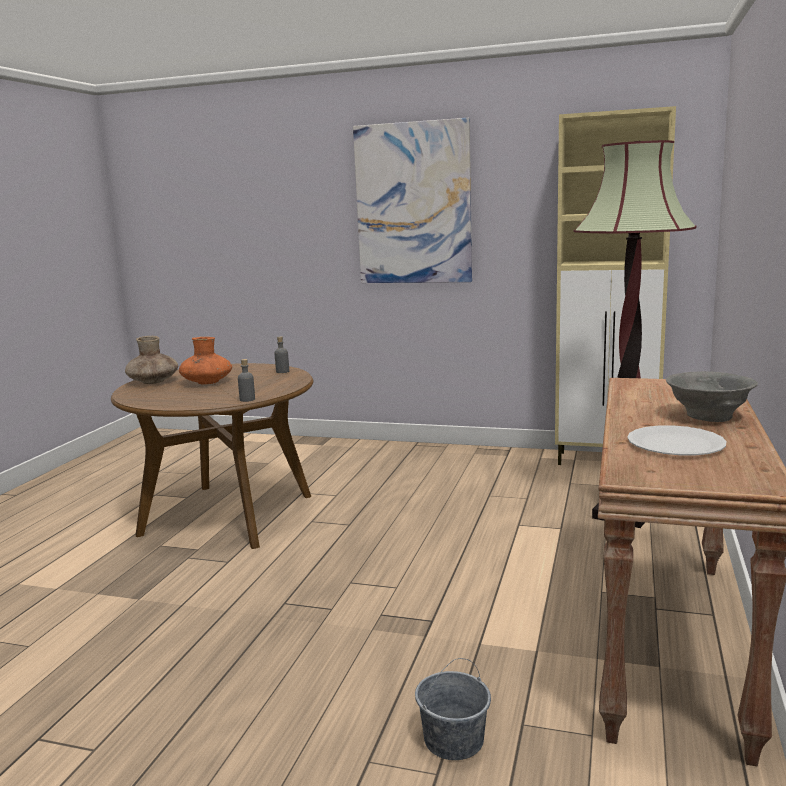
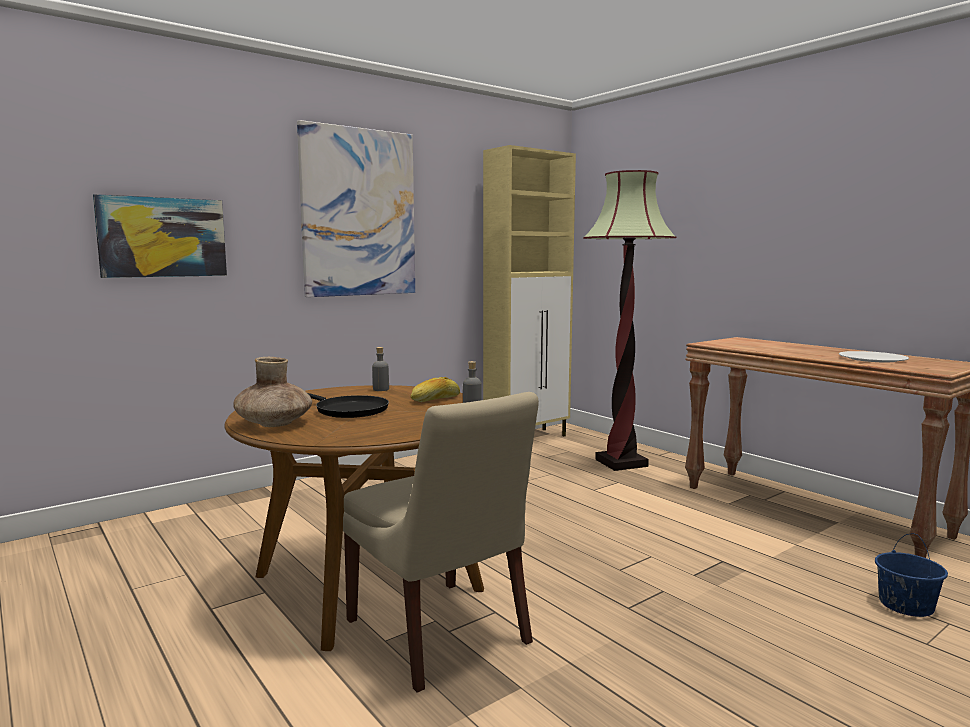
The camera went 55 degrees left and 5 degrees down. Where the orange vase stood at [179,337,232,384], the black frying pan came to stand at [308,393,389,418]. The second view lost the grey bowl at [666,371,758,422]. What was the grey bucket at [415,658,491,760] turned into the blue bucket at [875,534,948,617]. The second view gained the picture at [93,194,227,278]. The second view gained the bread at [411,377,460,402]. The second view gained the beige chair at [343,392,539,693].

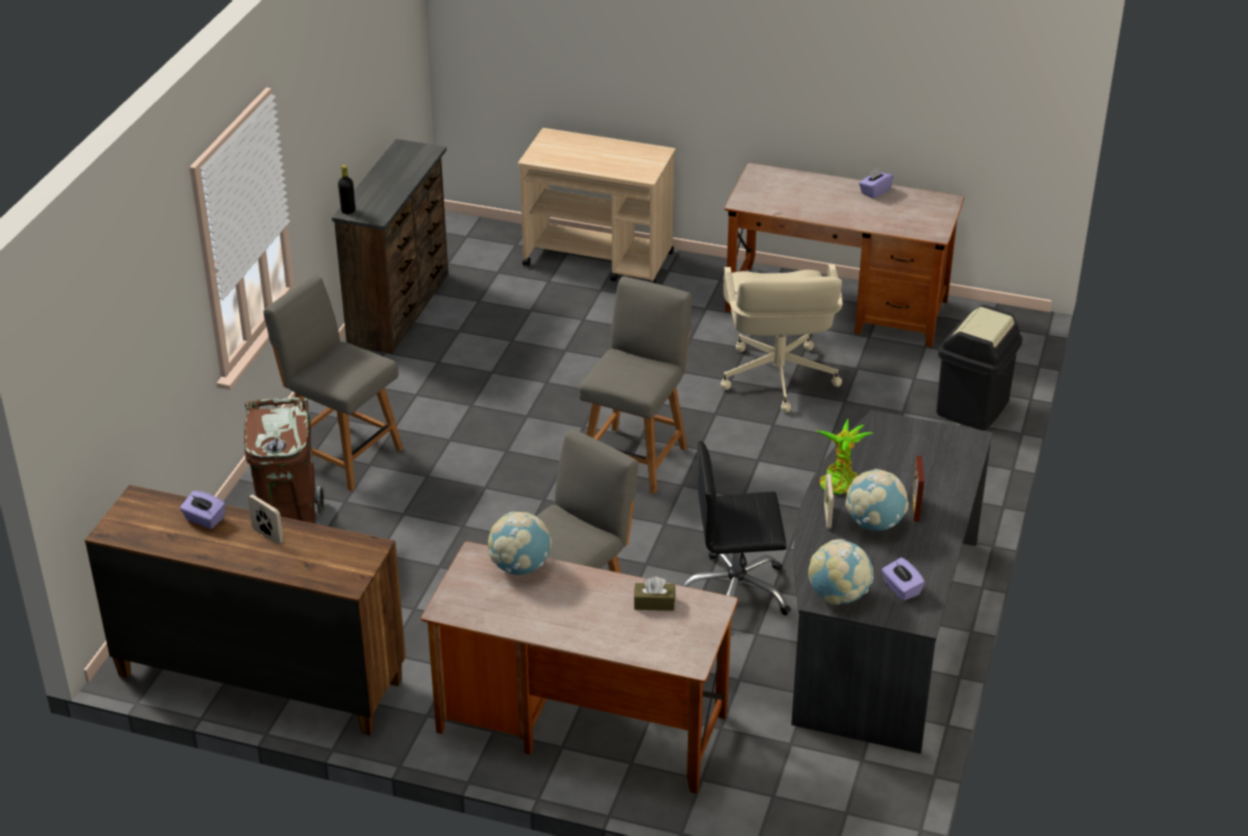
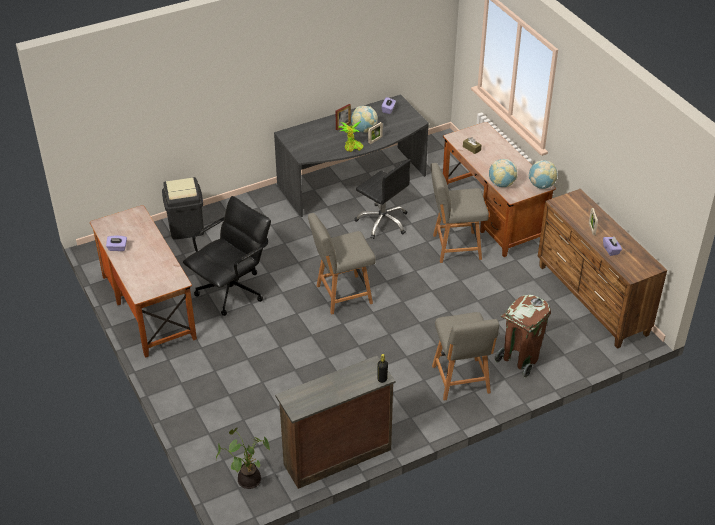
The camera went 135 degrees left and 5 degrees up. The second view lost the beige cart at [518,128,676,283]. What was the beige office chair at [721,264,843,413] turned into the black office chair at [183,196,271,316]. The globe ended up elsewhere, having gone from [808,539,873,605] to [529,160,558,189]. The second view gained the potted plant at [216,428,270,489].

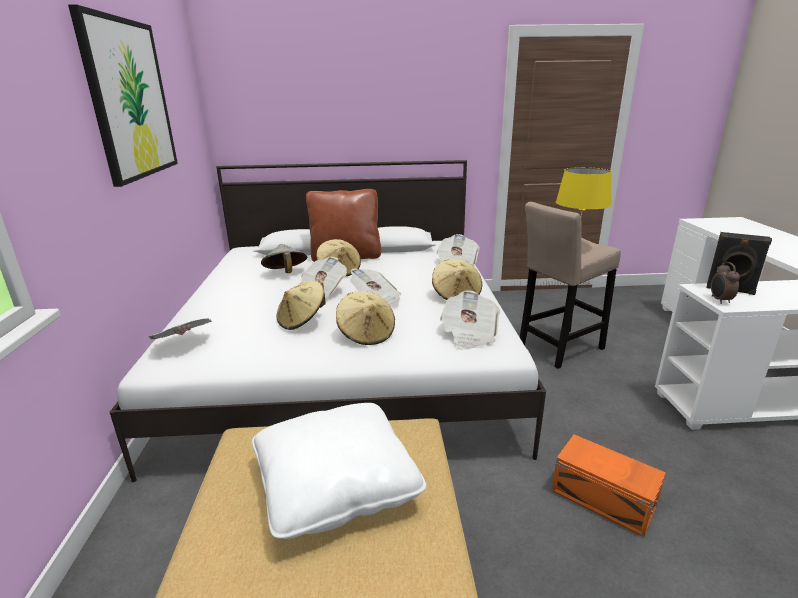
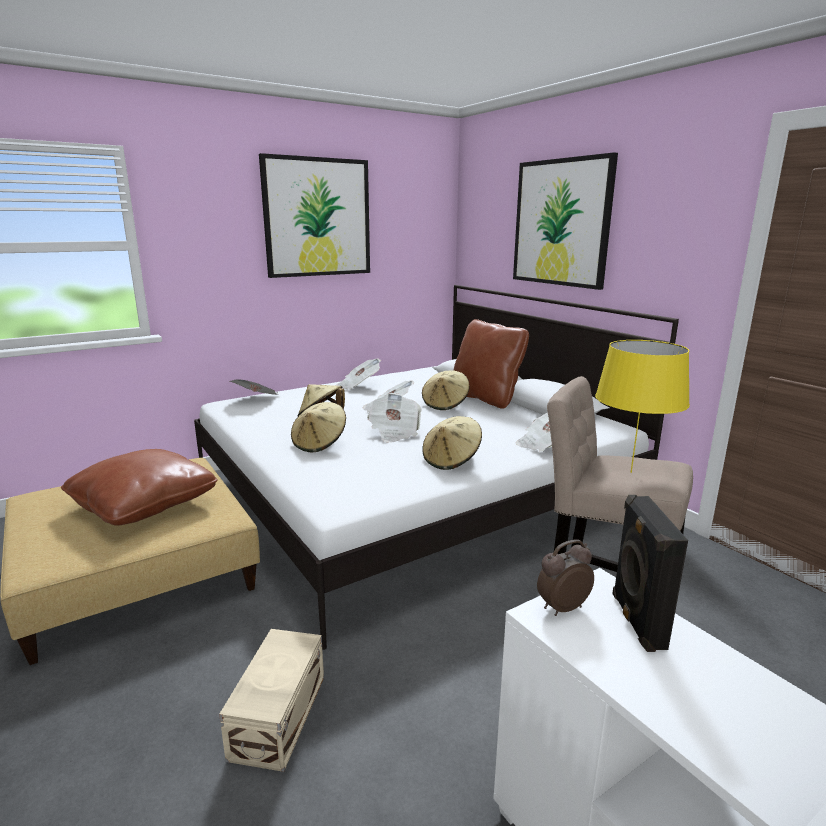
The camera went 60 degrees right and 5 degrees down. The second view lost the grey hat at [261,244,307,273]. The newspaper ended up elsewhere, having gone from [440,291,500,350] to [336,359,381,389]. What was the white pillow at [252,403,426,539] turned into the brown pillow at [61,449,218,526]. What was the orange storage box at [552,434,666,537] turned into the beige storage box at [219,629,324,772]. The second view gained the picture at [513,152,618,290].

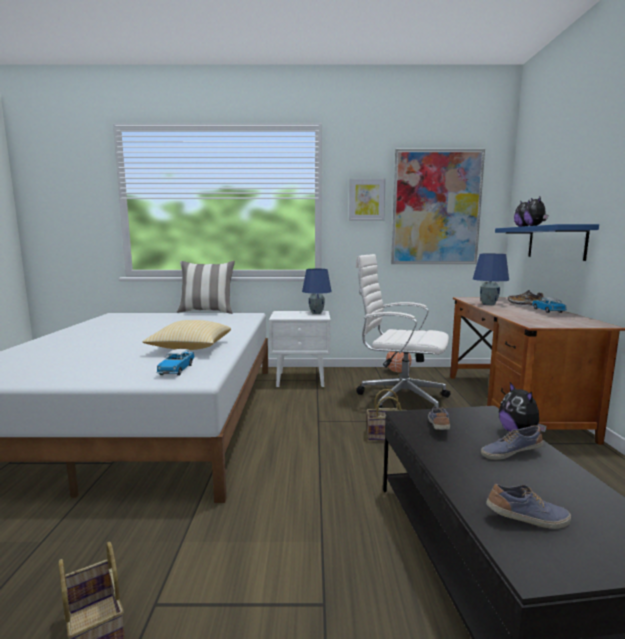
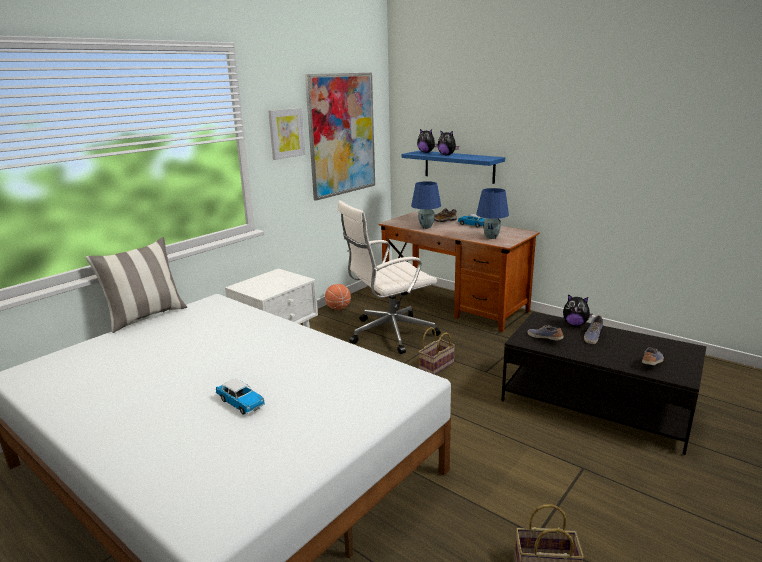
The camera went 50 degrees left and 10 degrees up. The blue table lamp ended up elsewhere, having gone from [302,269,332,314] to [476,188,509,239]. The second view lost the pillow at [143,320,231,350]. The toy car ended up elsewhere, having gone from [156,349,195,375] to [216,379,265,415].

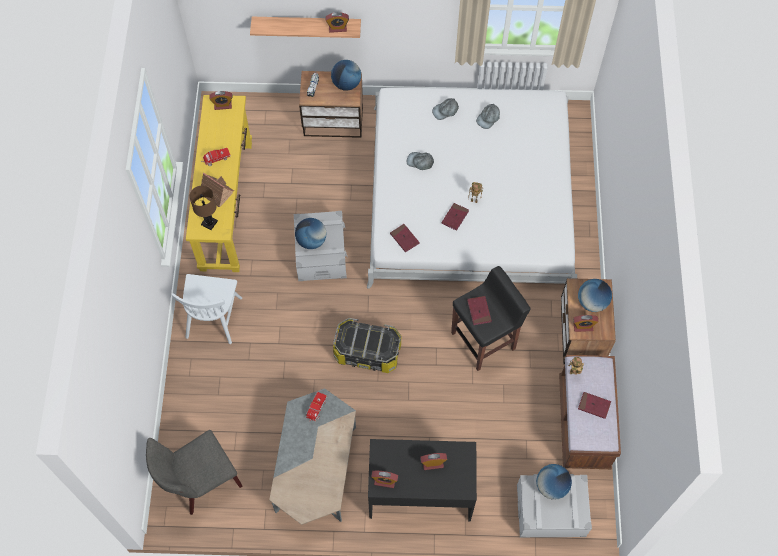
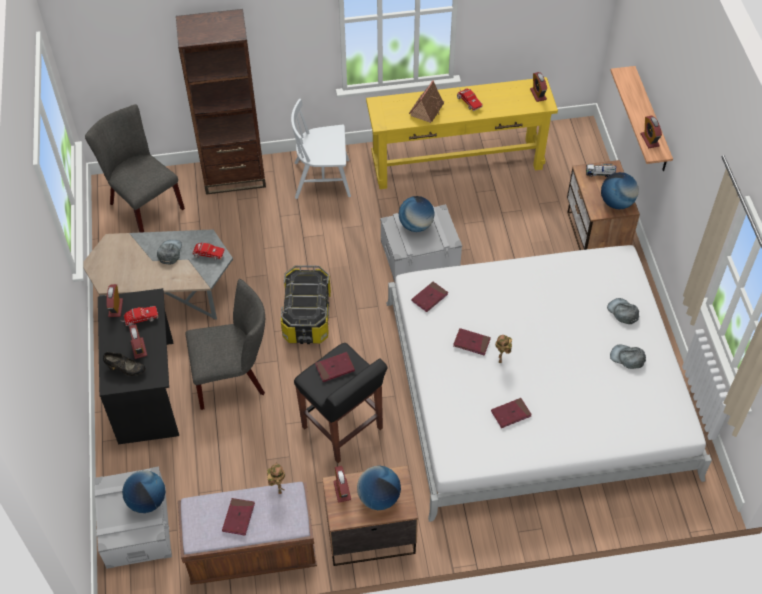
The camera went 80 degrees right and 10 degrees down. The grey cap ended up elsewhere, having gone from [406,152,434,170] to [157,240,182,265]. The second view lost the brown table lamp at [189,186,218,230]. The second view gained the brown bookcase at [176,9,266,195]. The second view gained the grey chair at [186,279,265,410]. The second view gained the toy truck at [121,306,159,326]. The second view gained the black shoe at [103,352,146,376]. The second view gained the red book at [491,398,532,428].

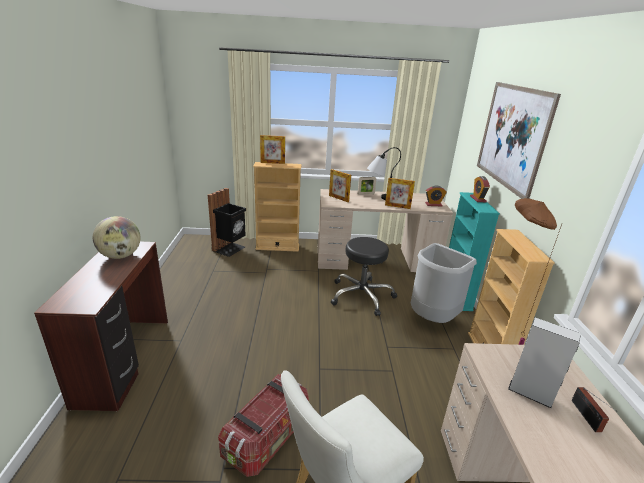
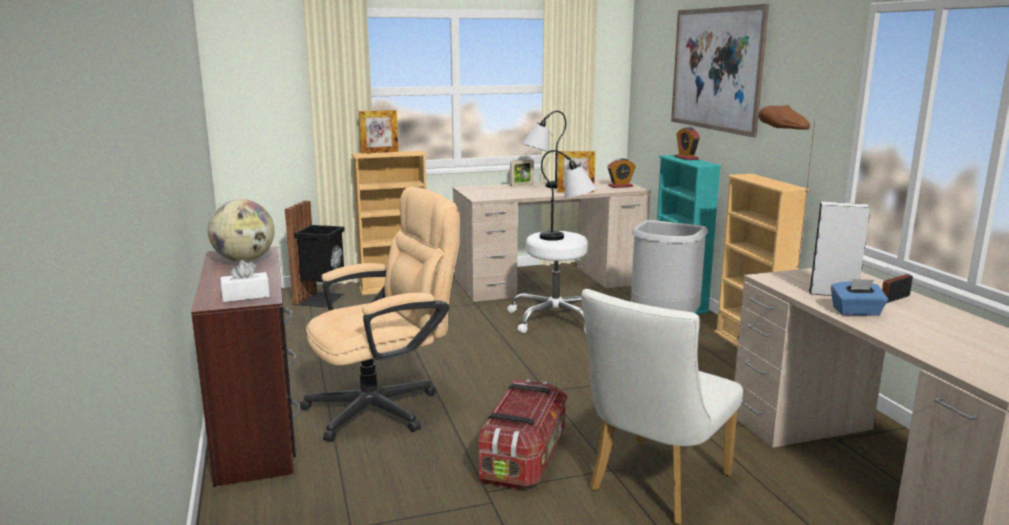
The camera went 15 degrees left and 10 degrees down. The second view lost the picture frame at [329,169,351,202]. What was the black stool at [331,237,397,316] turned into the white stool at [507,231,588,334]. The radio at [572,387,617,432] ended up facing another way, 75 degrees clockwise from before. The second view gained the table lamp at [540,150,597,241]. The second view gained the beige office chair at [300,187,460,442]. The second view gained the white tissue box at [220,260,270,302]. The second view gained the blue tissue box at [831,279,888,316].

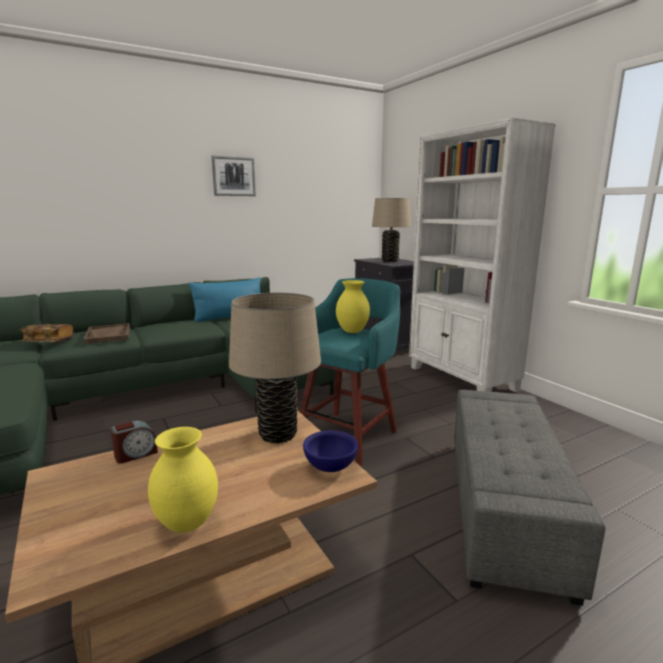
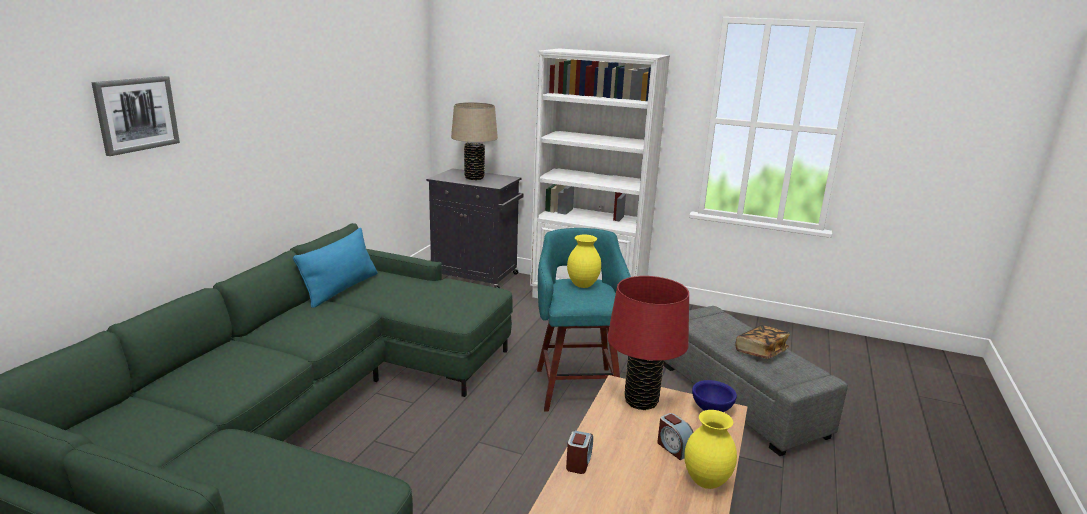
The camera went 40 degrees left and 5 degrees up. The picture ended up elsewhere, having gone from [212,155,256,196] to [91,76,180,156]. What was the beige table lamp at [229,293,321,443] turned into the red table lamp at [607,276,689,410]. The second view lost the brown tray at [83,323,130,344]. The book ended up elsewhere, having gone from [20,324,73,342] to [736,325,790,359]. The second view gained the alarm clock at [657,413,693,460].

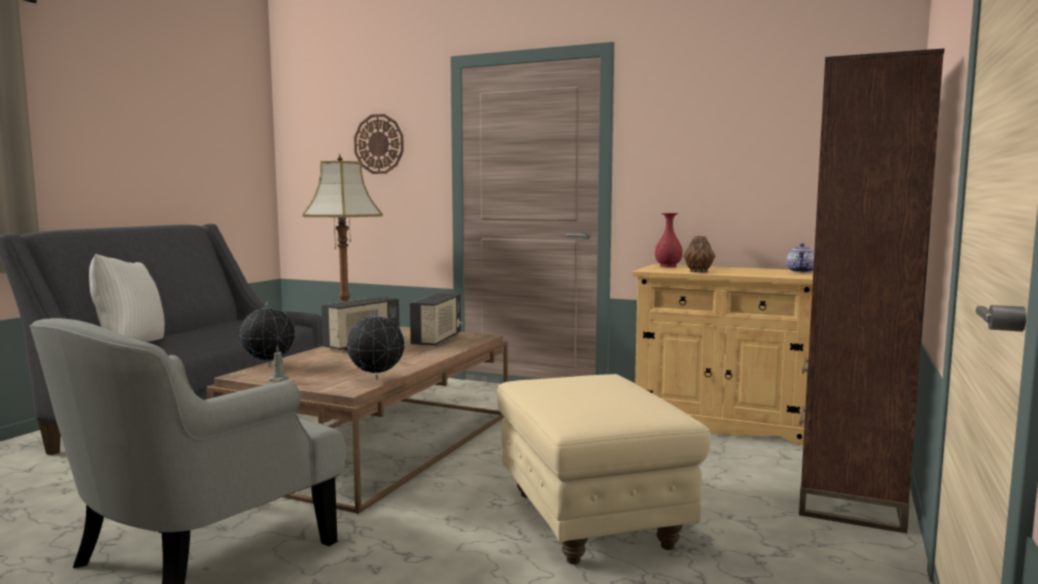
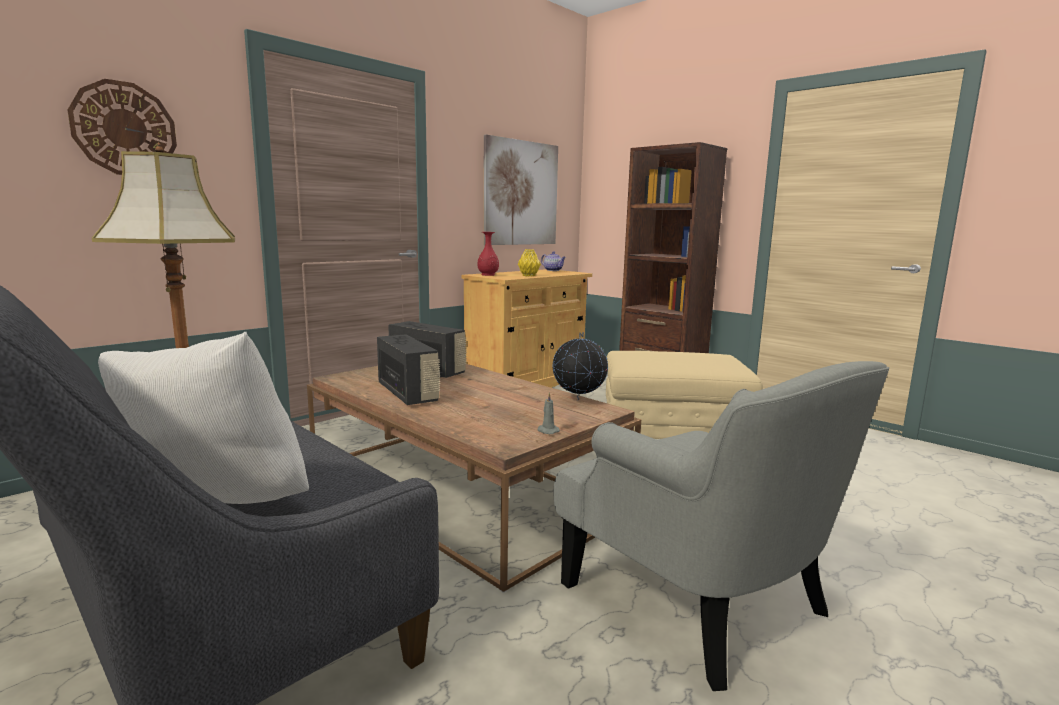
The camera went 70 degrees left and 5 degrees up. What was the brown vase at [683,236,715,272] turned into the yellow vase at [518,249,541,276]. The second view lost the globe at [240,301,295,367]. The second view gained the picture at [483,135,558,245].

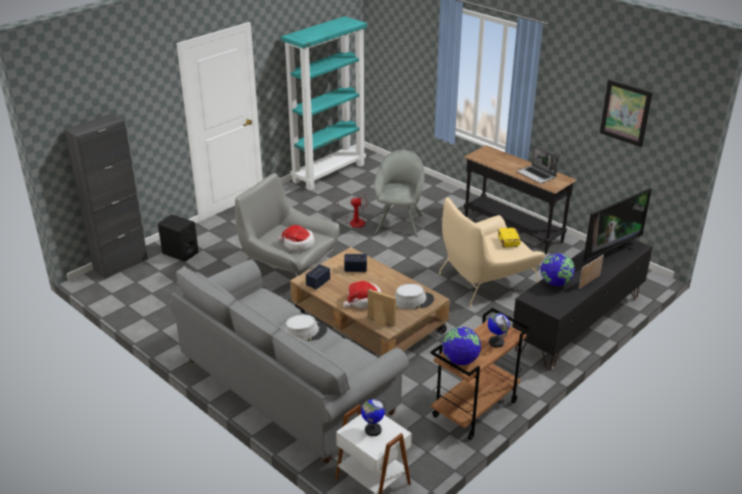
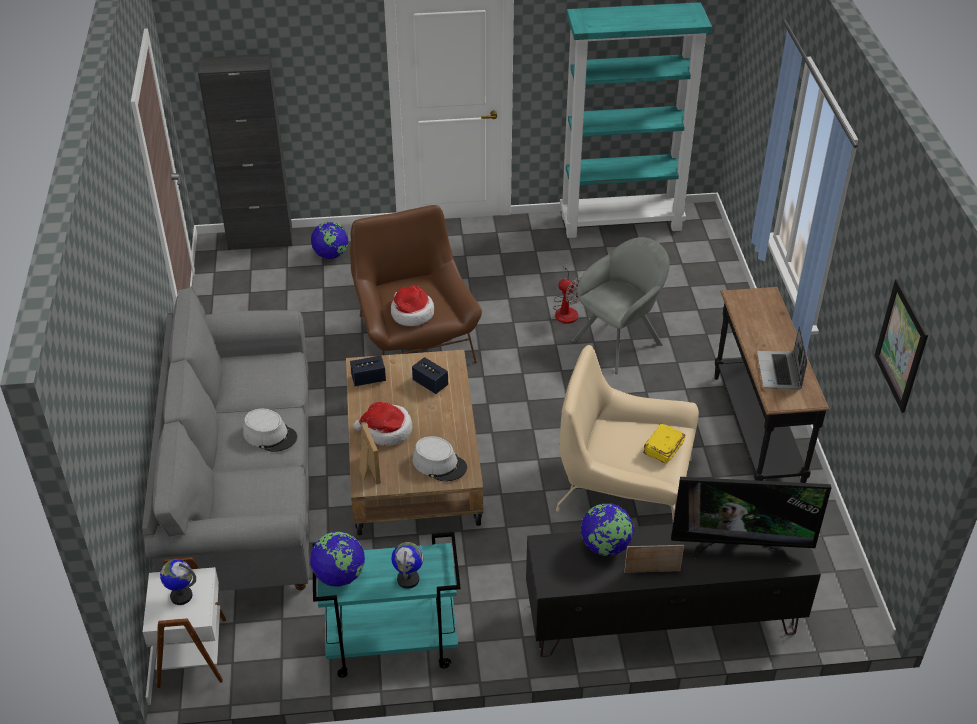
The camera went 40 degrees right and 10 degrees up. What was the grey armchair at [235,173,340,277] turned into the brown armchair at [350,205,482,364]. Where the black speaker stood at [158,214,198,262], the globe came to stand at [311,222,348,259]. What was the brown cart at [430,308,531,440] turned into the turquoise cart at [313,532,461,678].

